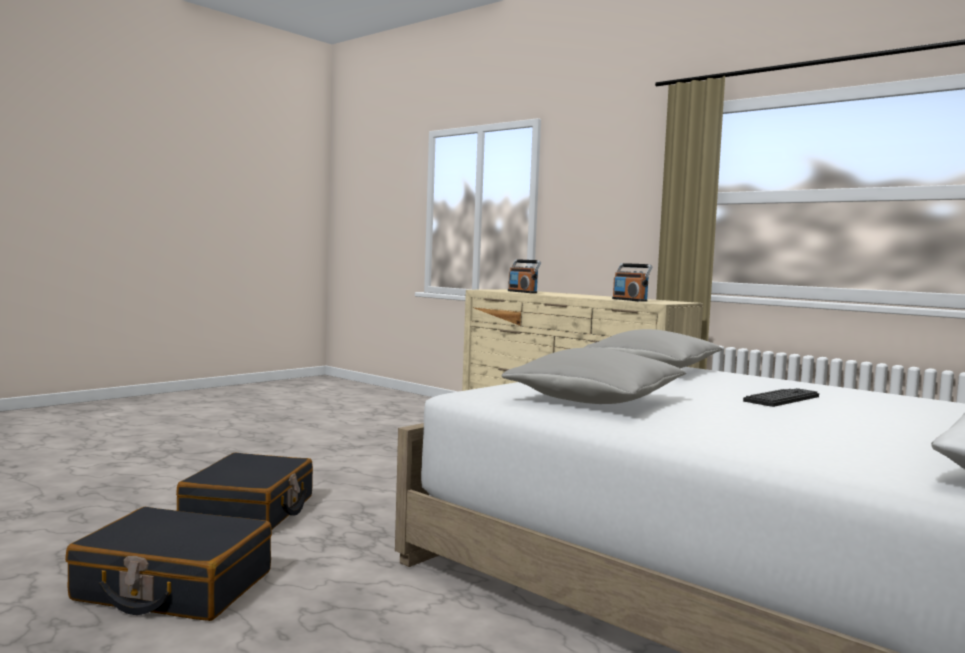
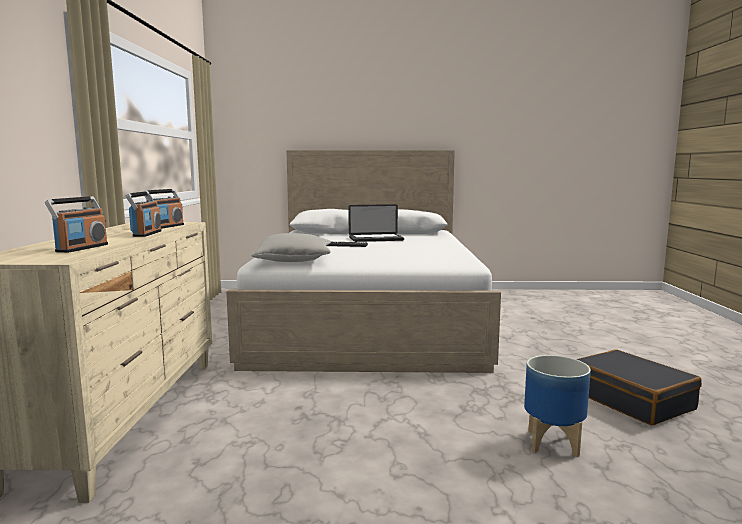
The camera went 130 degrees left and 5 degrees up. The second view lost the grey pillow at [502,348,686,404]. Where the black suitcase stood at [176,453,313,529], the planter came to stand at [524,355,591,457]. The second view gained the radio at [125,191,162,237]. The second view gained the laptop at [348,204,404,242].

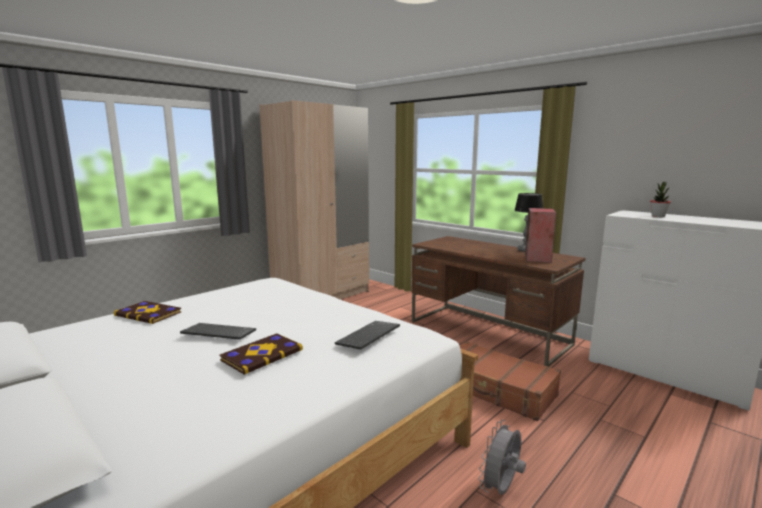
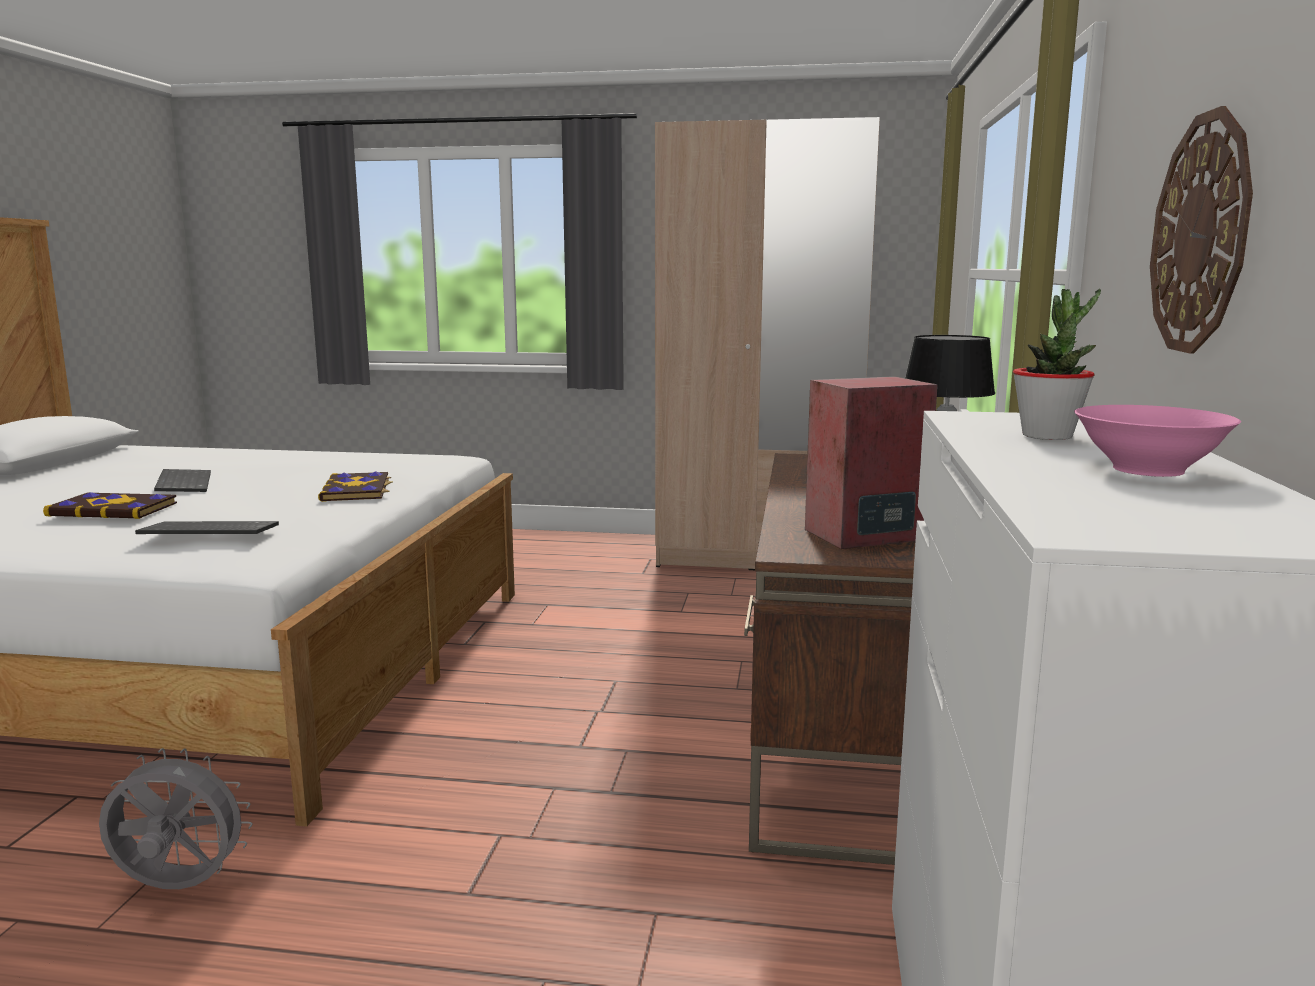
The camera went 55 degrees right and 0 degrees up. The book ended up elsewhere, having gone from [114,301,181,324] to [318,471,392,502]. The second view lost the brown suitcase at [460,341,561,421]. The second view gained the wall clock at [1150,106,1253,354]. The second view gained the pink bowl at [1074,405,1241,477].

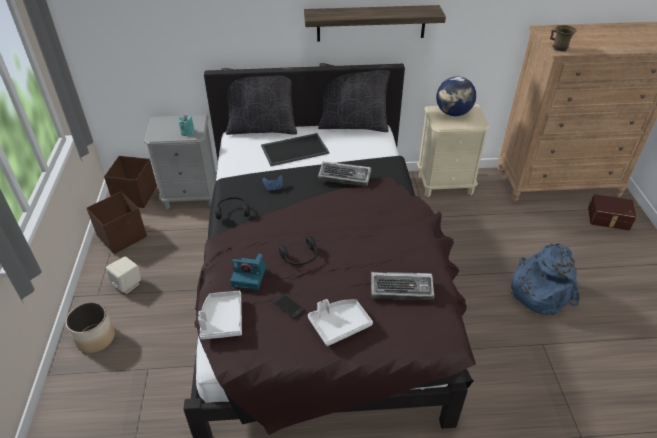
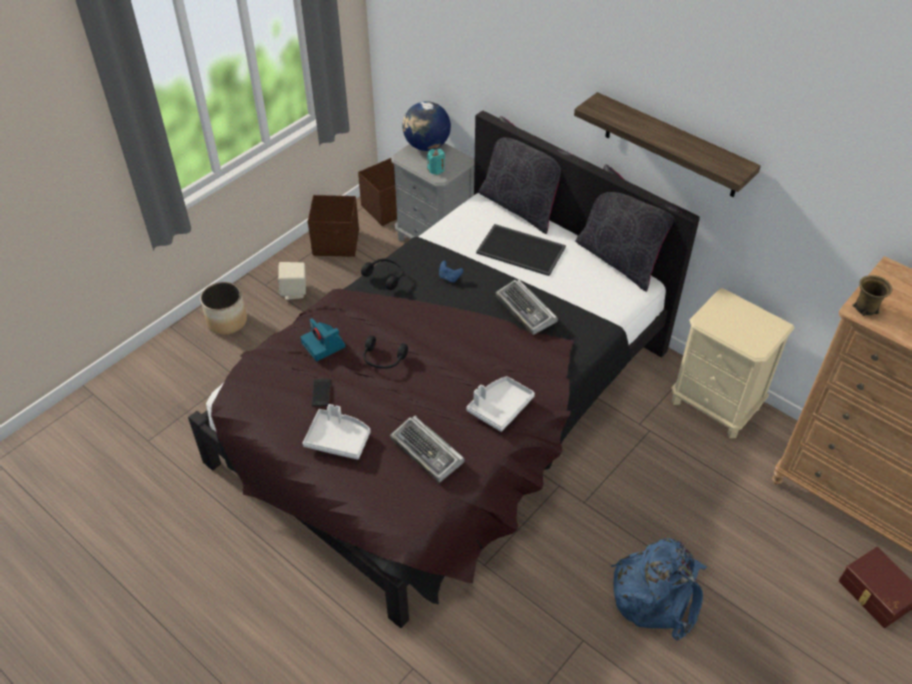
The camera went 45 degrees right and 5 degrees up. The globe ended up elsewhere, having gone from [436,76,476,116] to [402,101,451,151]. The white tray ended up elsewhere, having gone from [198,291,242,339] to [466,376,535,432].

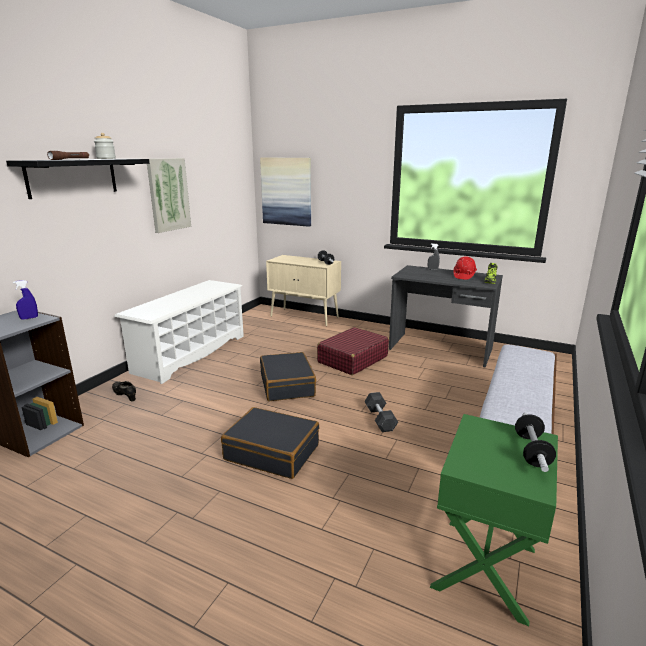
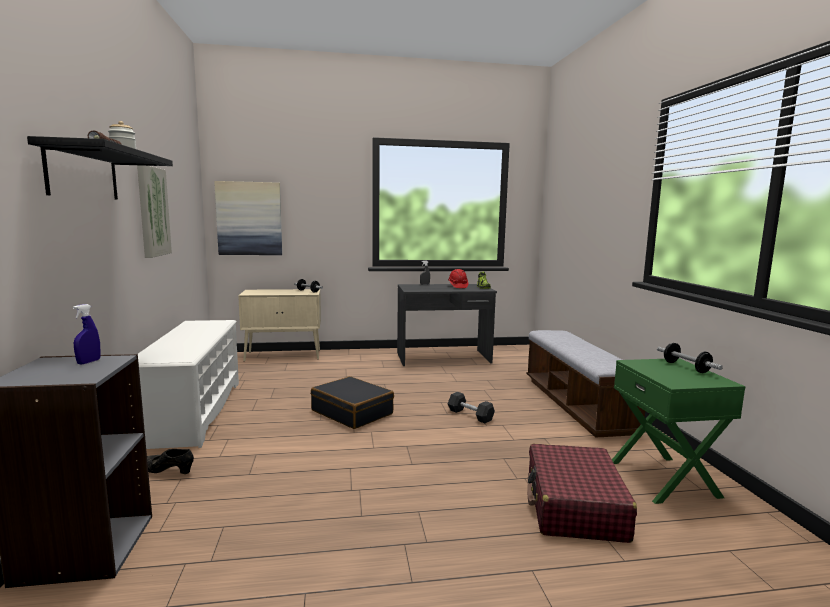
The camera went 35 degrees left and 10 degrees down. The red suitcase ended up elsewhere, having gone from [317,327,389,375] to [528,444,637,543]. The second view lost the black suitcase at [221,407,319,479].

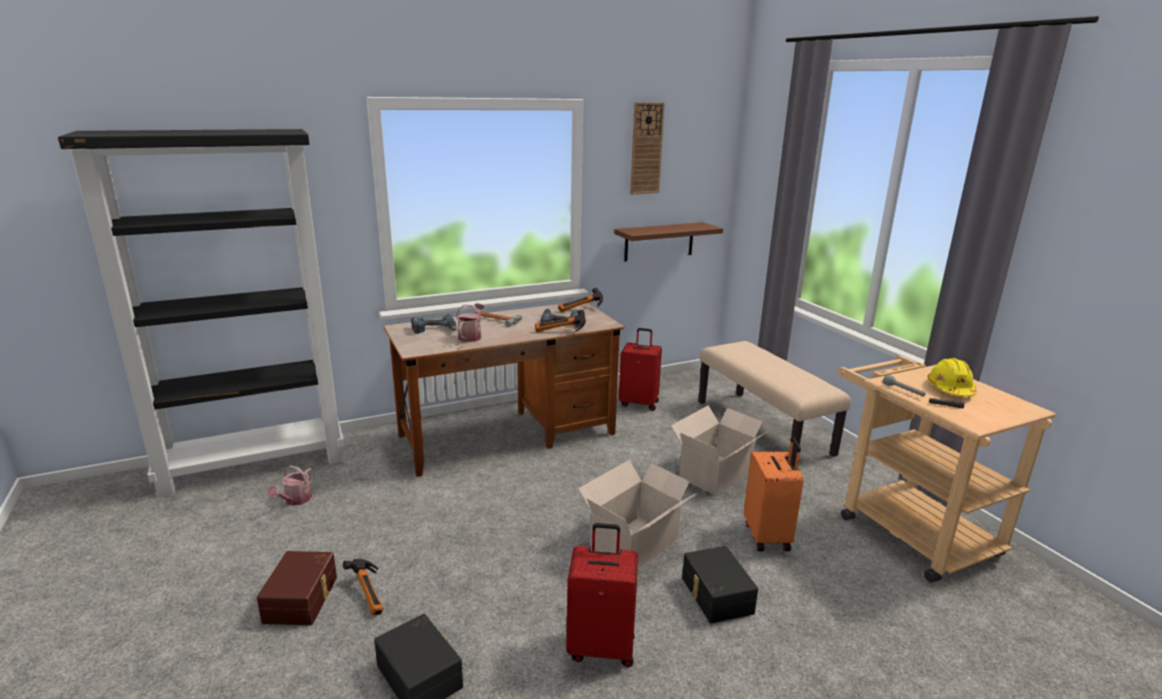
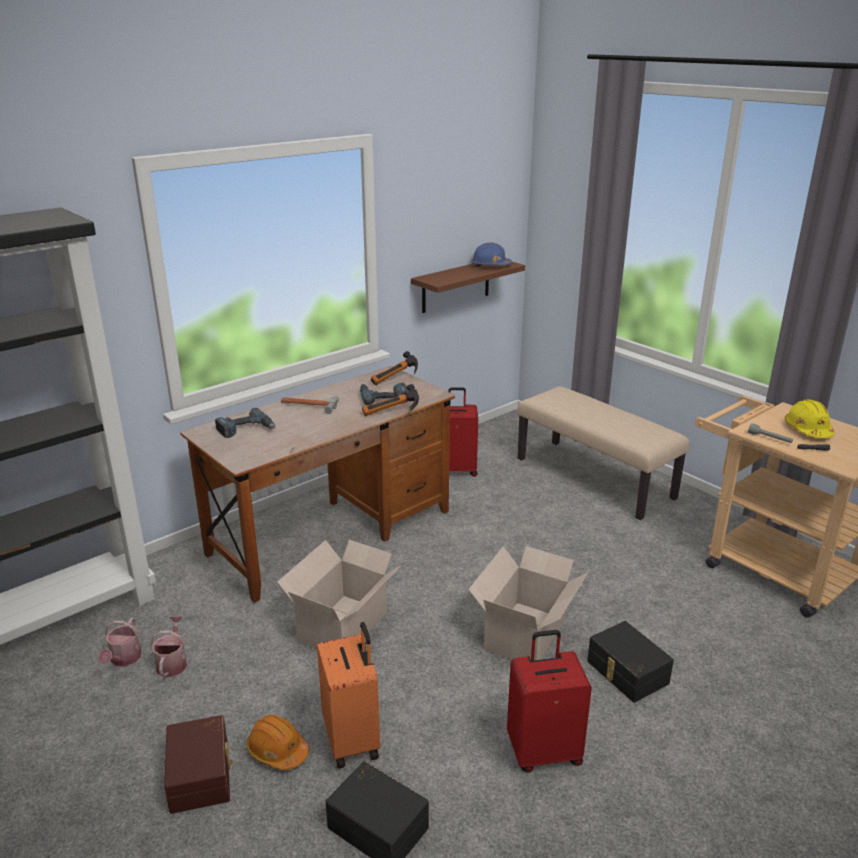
The camera went 15 degrees left and 5 degrees up. The second view lost the wall clock at [630,102,665,195]. The watering can ended up elsewhere, having gone from [456,303,484,342] to [150,616,187,677]. The cardboard box ended up elsewhere, having gone from [671,405,770,496] to [277,540,401,649]. The orange suitcase ended up elsewhere, having gone from [744,438,804,552] to [317,622,380,769]. Where the hammer stood at [343,559,384,615], the orange hard hat came to stand at [246,715,309,770]. The second view gained the blue hard hat at [471,242,513,267].

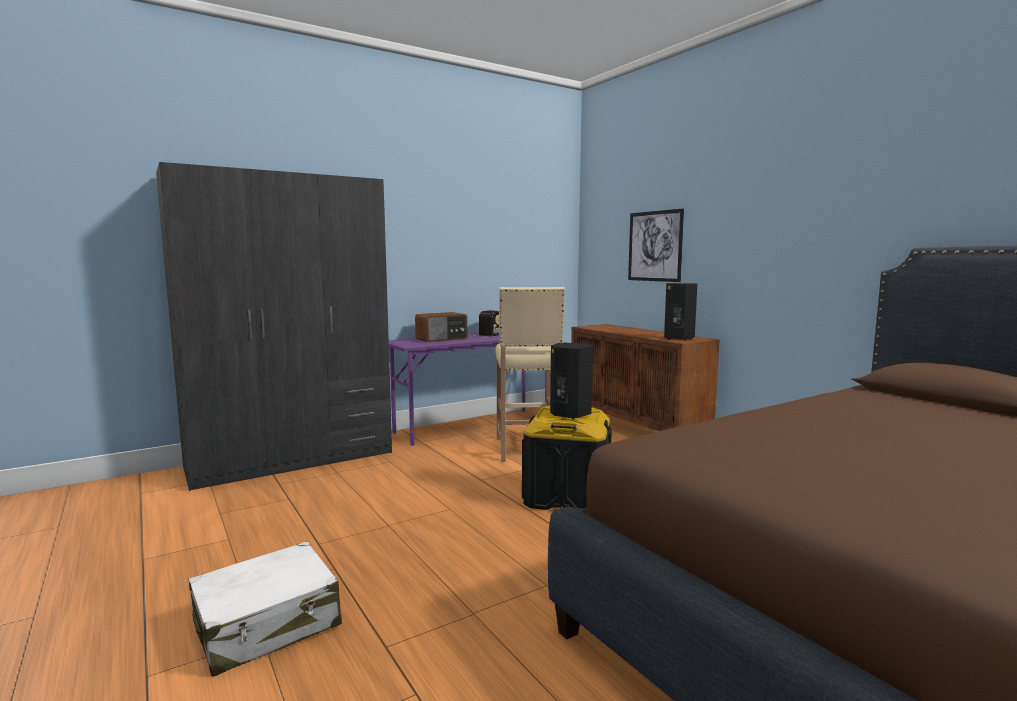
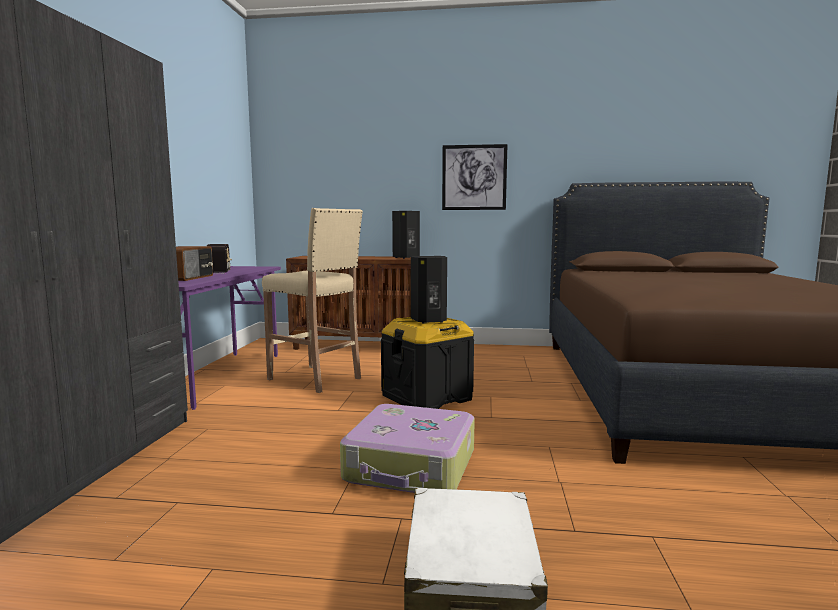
The camera went 50 degrees left and 0 degrees up. The picture ended up elsewhere, having gone from [628,209,684,282] to [442,144,508,210]. The second view gained the suitcase at [340,404,475,493].

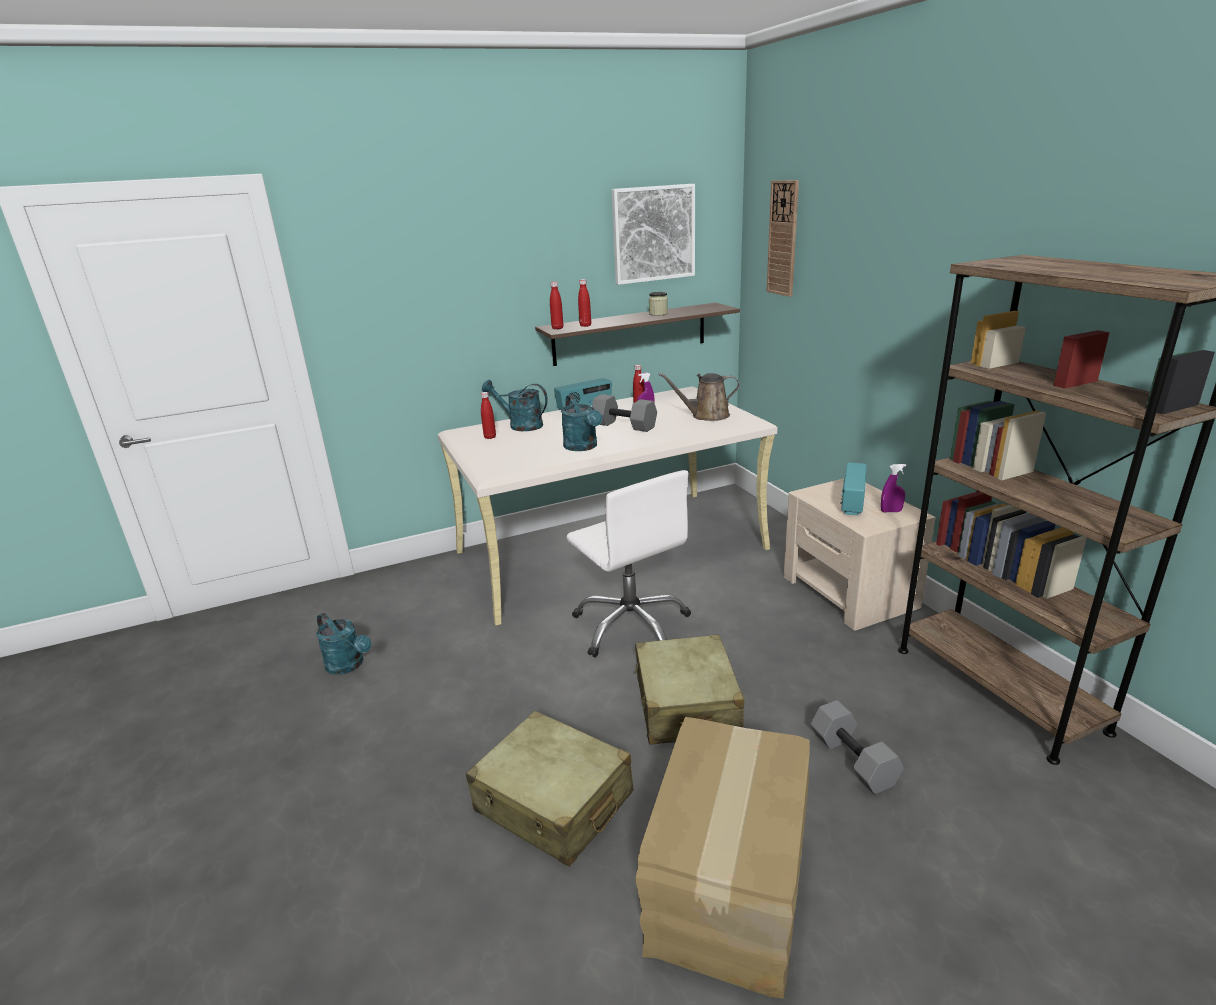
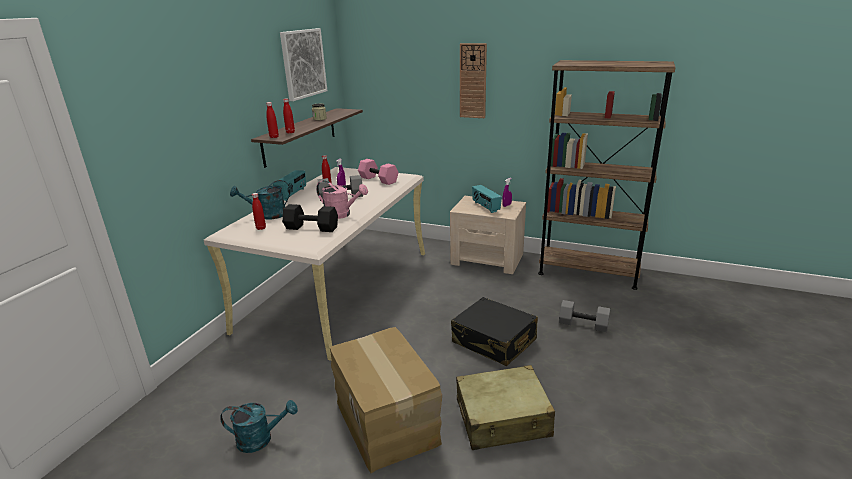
The camera went 45 degrees left and 0 degrees up. The wall clock ended up elsewhere, having gone from [766,180,799,297] to [460,43,487,118]. Where the brown watering can stood at [658,373,740,421], the pink dumbbell came to stand at [358,159,399,185]. What was the turquoise watering can at [561,395,602,451] turned into the pink watering can at [316,180,368,219]. The second view lost the white office chair at [567,470,691,657]. What was the beige suitcase at [634,634,744,745] turned into the black suitcase at [451,297,538,366]. The cardboard box ended up elsewhere, having gone from [636,717,810,999] to [330,327,442,473]. The second view gained the black dumbbell at [282,204,338,232].

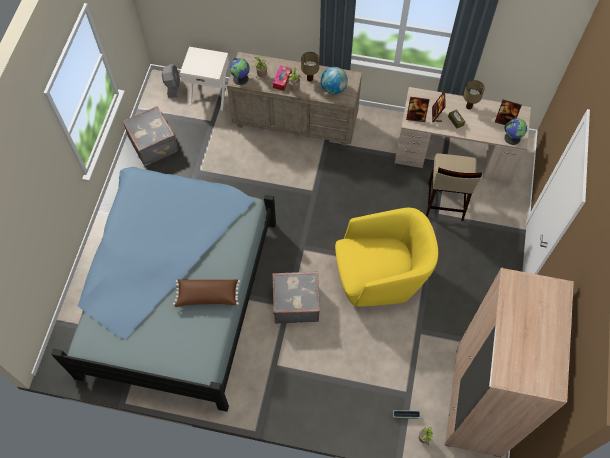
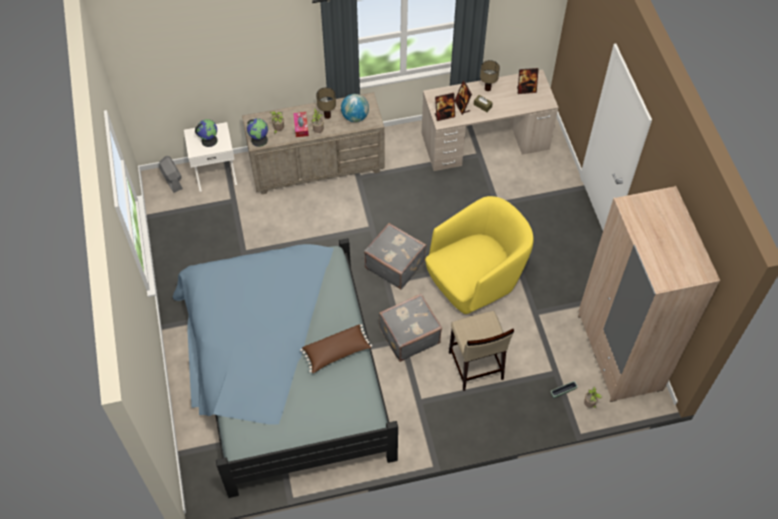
The camera went 25 degrees left and 5 degrees down. The grey suitcase ended up elsewhere, having gone from [123,106,178,166] to [364,223,427,289]. The globe ended up elsewhere, having gone from [504,118,527,145] to [195,119,218,147]. The beige stool ended up elsewhere, having gone from [426,153,482,221] to [449,311,514,391].

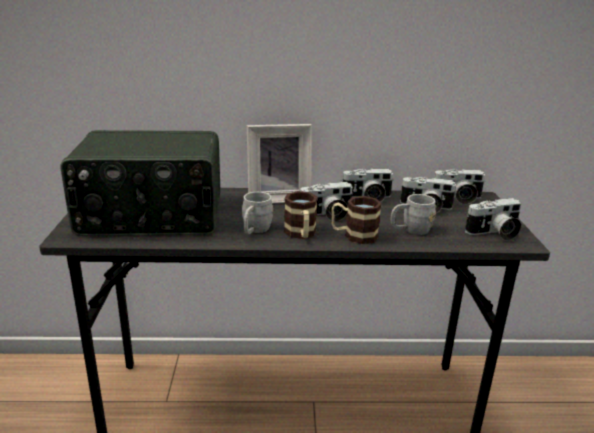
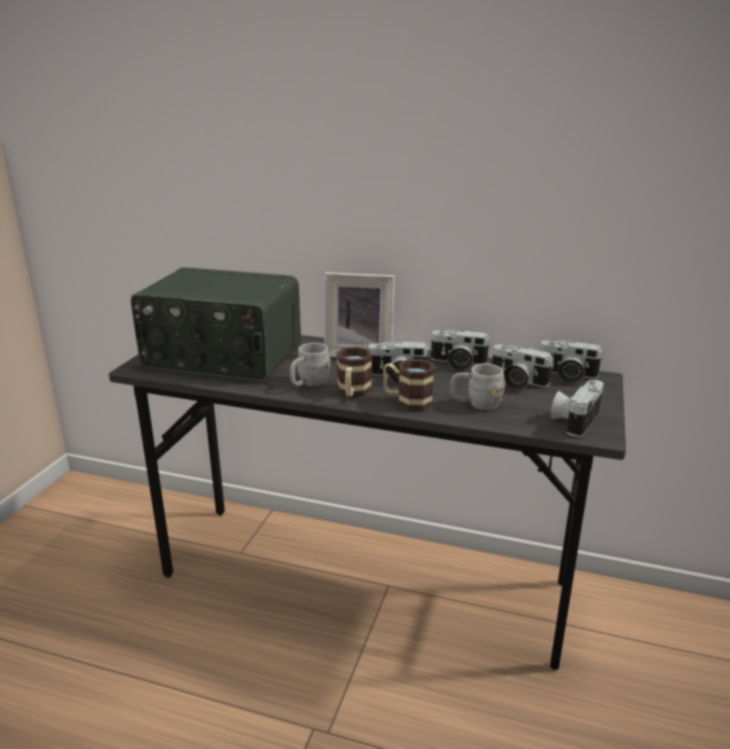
The camera went 20 degrees right and 0 degrees up. The photo camera at [465,198,521,241] ended up facing another way, 120 degrees clockwise from before.

